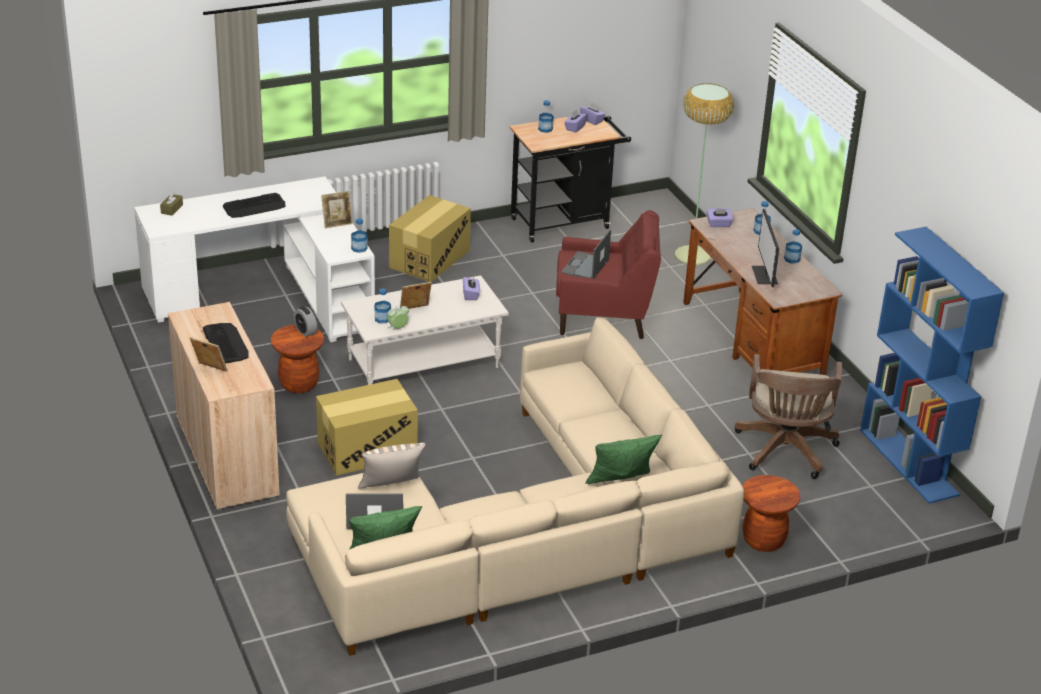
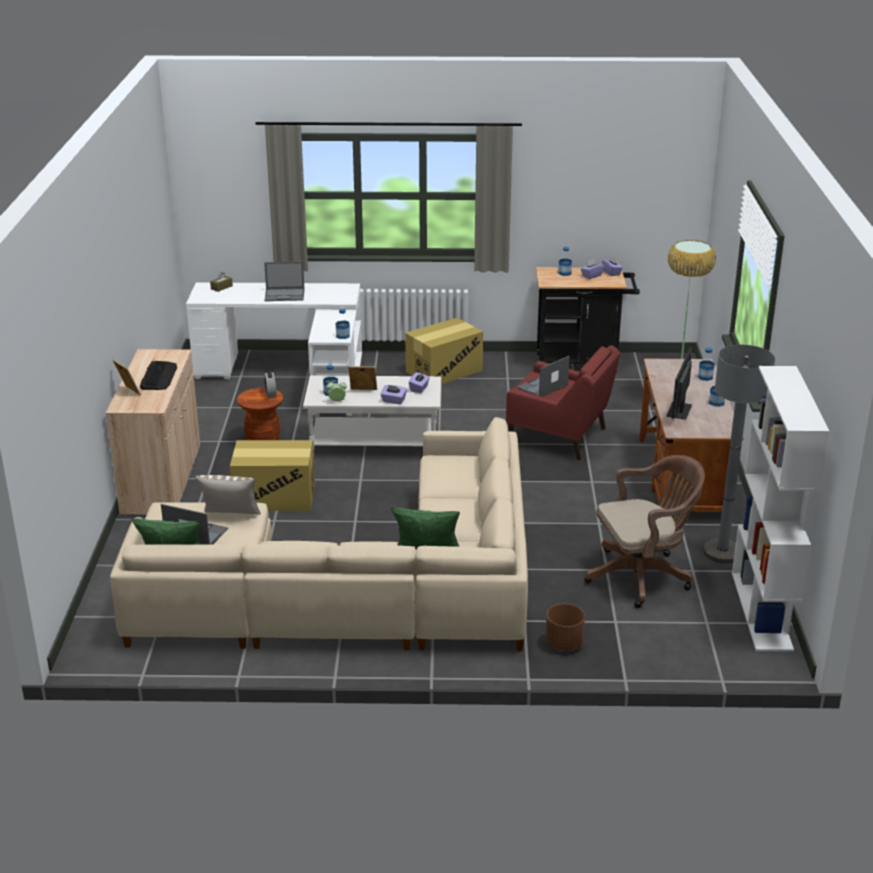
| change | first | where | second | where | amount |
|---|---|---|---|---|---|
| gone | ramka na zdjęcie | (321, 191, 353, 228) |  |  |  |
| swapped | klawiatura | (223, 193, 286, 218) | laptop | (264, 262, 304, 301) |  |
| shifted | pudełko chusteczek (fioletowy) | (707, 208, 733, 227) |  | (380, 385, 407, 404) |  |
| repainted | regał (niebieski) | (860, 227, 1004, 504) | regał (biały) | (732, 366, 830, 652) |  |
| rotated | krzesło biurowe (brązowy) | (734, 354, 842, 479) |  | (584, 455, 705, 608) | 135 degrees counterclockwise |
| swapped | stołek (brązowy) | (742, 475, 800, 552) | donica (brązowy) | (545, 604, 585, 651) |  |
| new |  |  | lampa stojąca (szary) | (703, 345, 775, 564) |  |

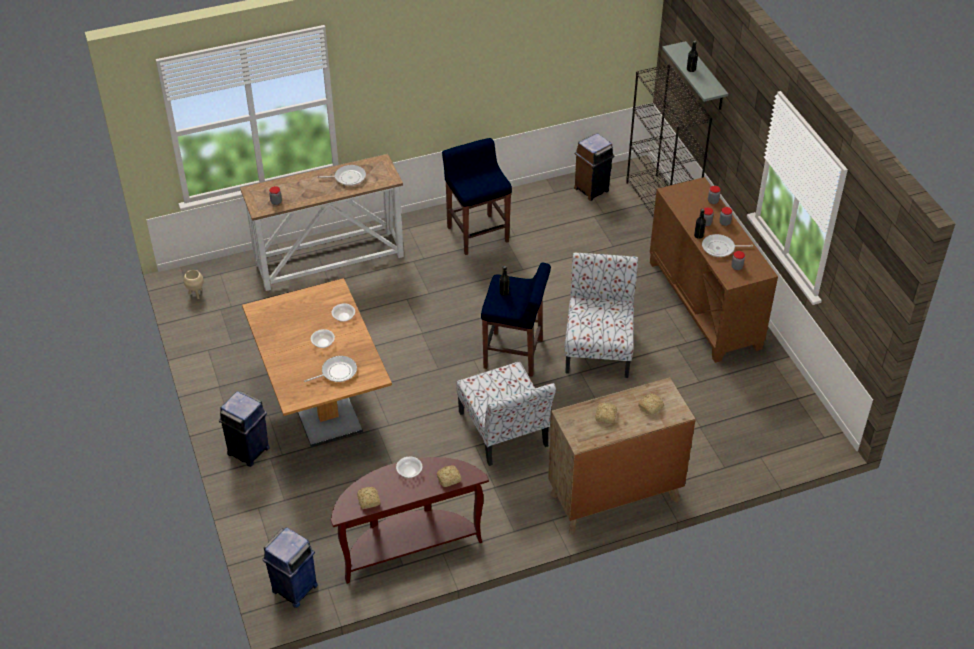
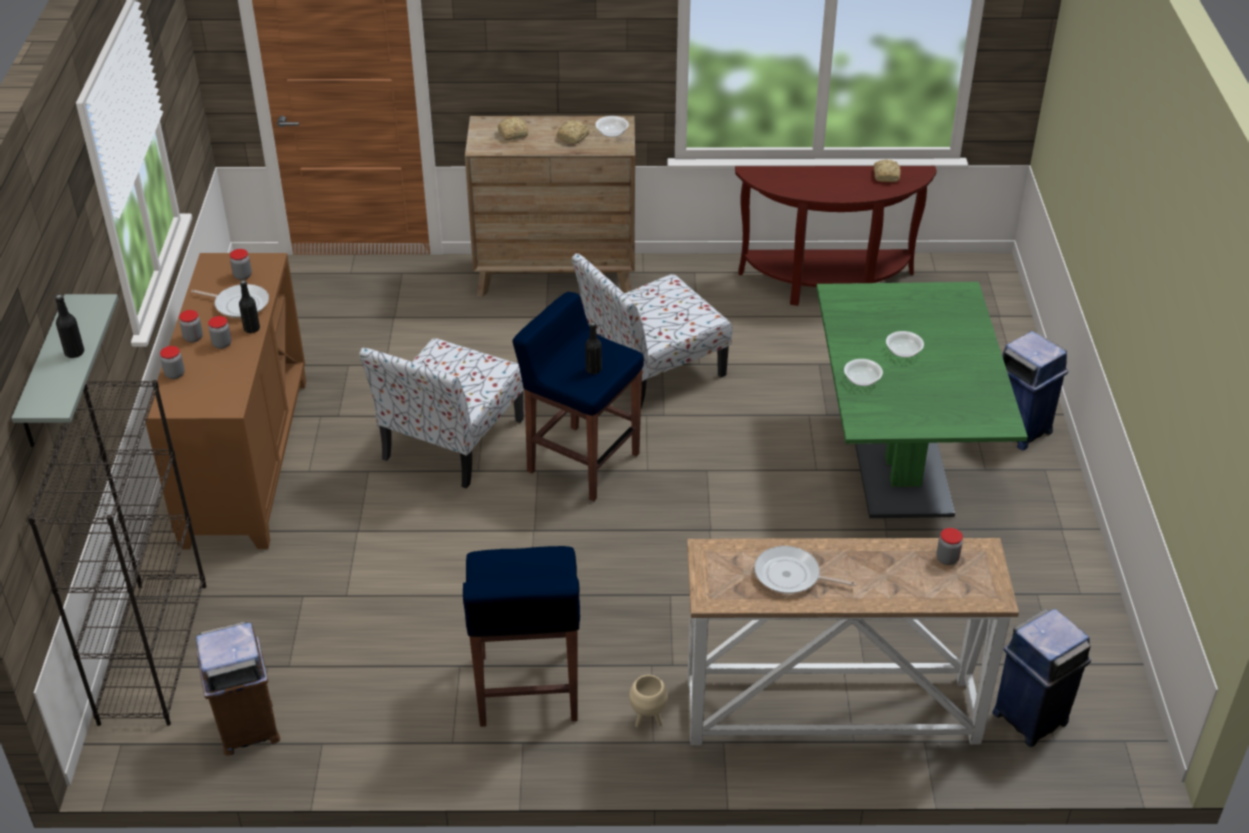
| change | first | where | second | where | amount |
|---|---|---|---|---|---|
| shifted | donica (beżowy) | (184, 270, 204, 299) |  | (629, 674, 668, 728) |  |
| repainted | stół jadalny (brązowy) | (242, 278, 392, 447) | stół jadalny (zielony) | (817, 282, 1028, 518) |  |
| gone | patelnia | (304, 356, 357, 382) |  |  |  |
| rotated | krzesło | (456, 362, 556, 466) |  | (572, 253, 733, 408) | 120 degrees counterclockwise |
| shifted | miska | (396, 457, 422, 478) |  | (595, 116, 629, 137) |  |
| gone | chleb | (437, 465, 461, 487) |  |  |  |
| shifted | kosz na śmieci (niebieski) | (262, 527, 318, 608) |  | (992, 609, 1091, 747) |  |

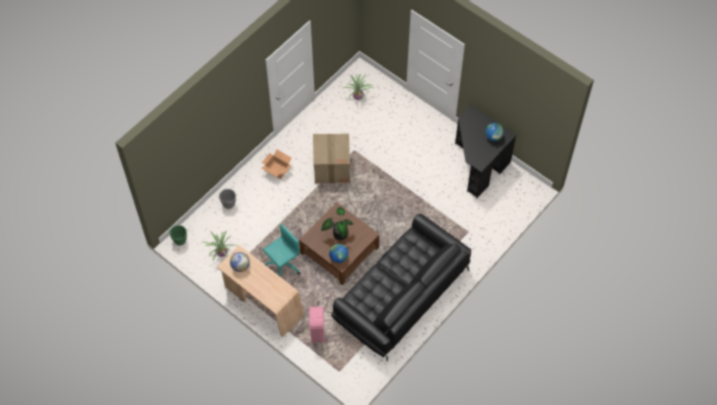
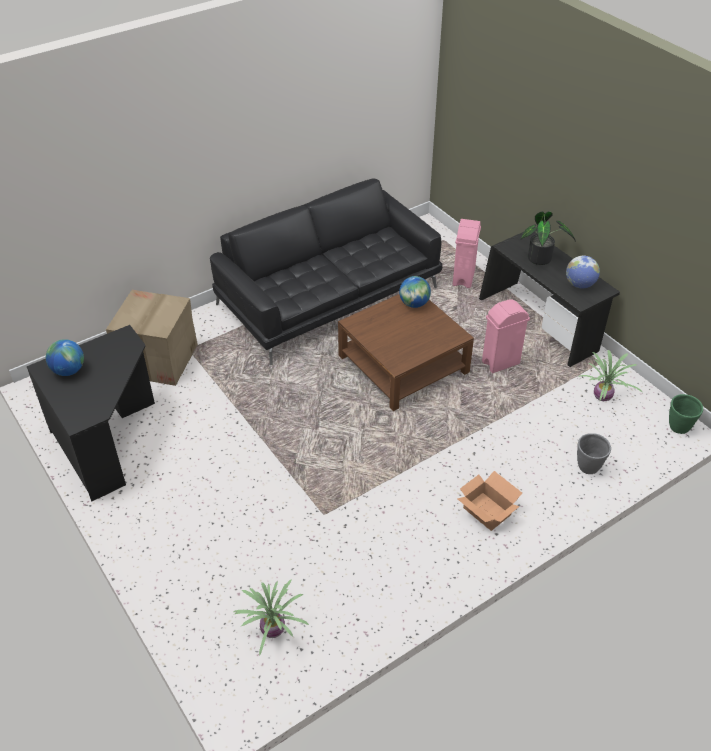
| change | first | where | second | where | amount |
|---|---|---|---|---|---|
| shifted | karton | (313, 134, 350, 184) |  | (106, 290, 198, 386) |  |
| shifted | roślina doniczkowa | (321, 207, 353, 240) |  | (521, 211, 576, 265) |  |
| swapped | krzesło biurowe (turkusowy) | (263, 224, 300, 276) | kosz na śmieci (różowy) | (482, 299, 530, 373) |  |
| repainted | biurko (beżowy) | (217, 245, 304, 337) | biurko (czarny) | (479, 232, 620, 367) |  |

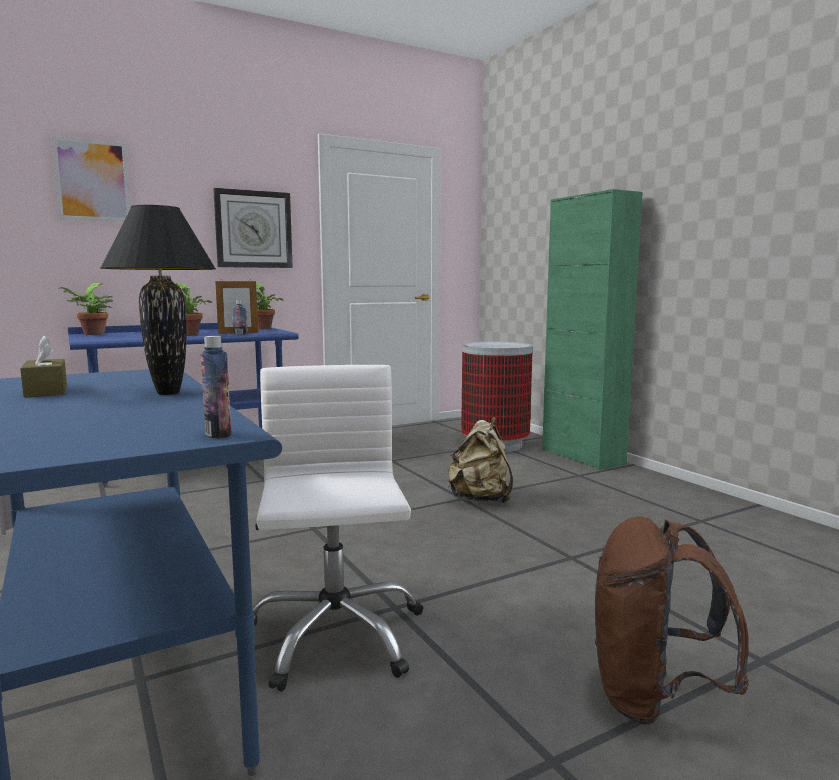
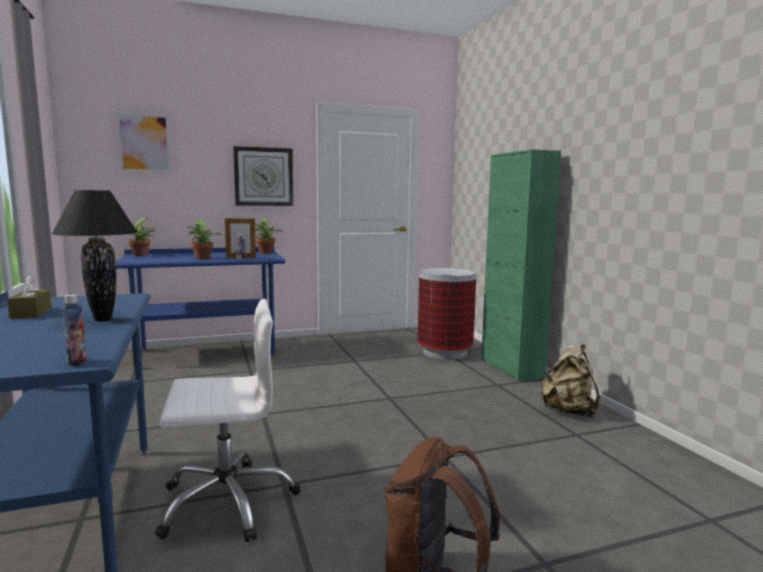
| change | first | where | second | where | amount |
|---|---|---|---|---|---|
| rotated | krzesło biurowe (biały) | (253, 365, 423, 692) |  | (155, 299, 301, 543) | 75 degrees clockwise |
| shifted | plecak (beżowy) | (448, 417, 513, 504) |  | (541, 344, 600, 418) |  |

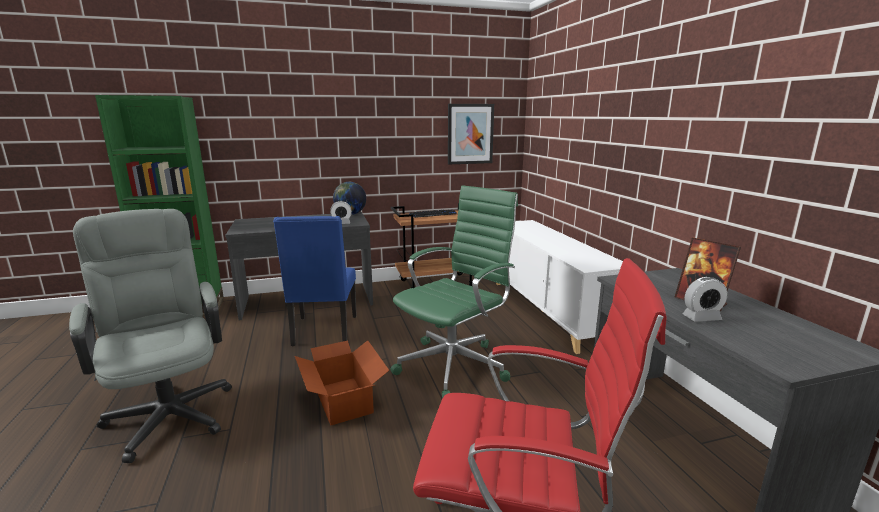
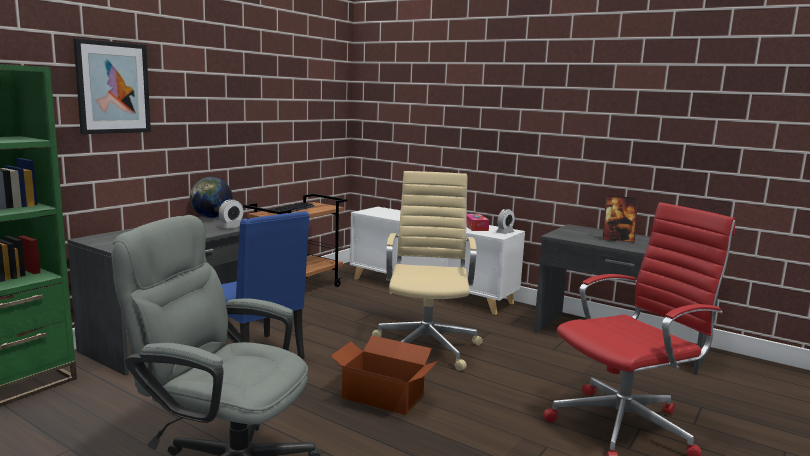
| change | first | where | second | where | amount |
|---|---|---|---|---|---|
| shifted | obraz | (448, 104, 494, 165) |  | (73, 38, 151, 134) |  |
| repainted | krzesło biurowe (zielony) | (391, 185, 518, 399) | krzesło biurowe (beżowy) | (372, 171, 483, 371) |  |
| shifted | budzik | (683, 277, 727, 322) |  | (496, 209, 515, 234) |  |
| new |  |  | pudełko chusteczek | (466, 214, 489, 231) |  |

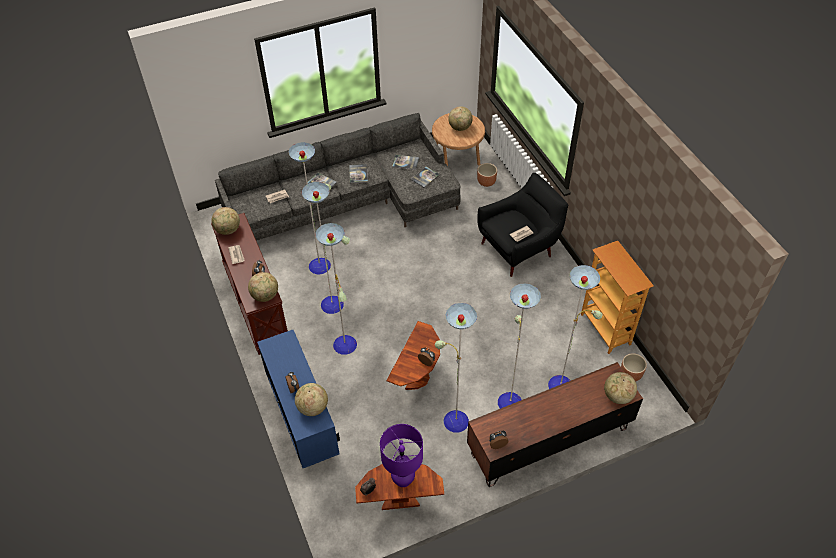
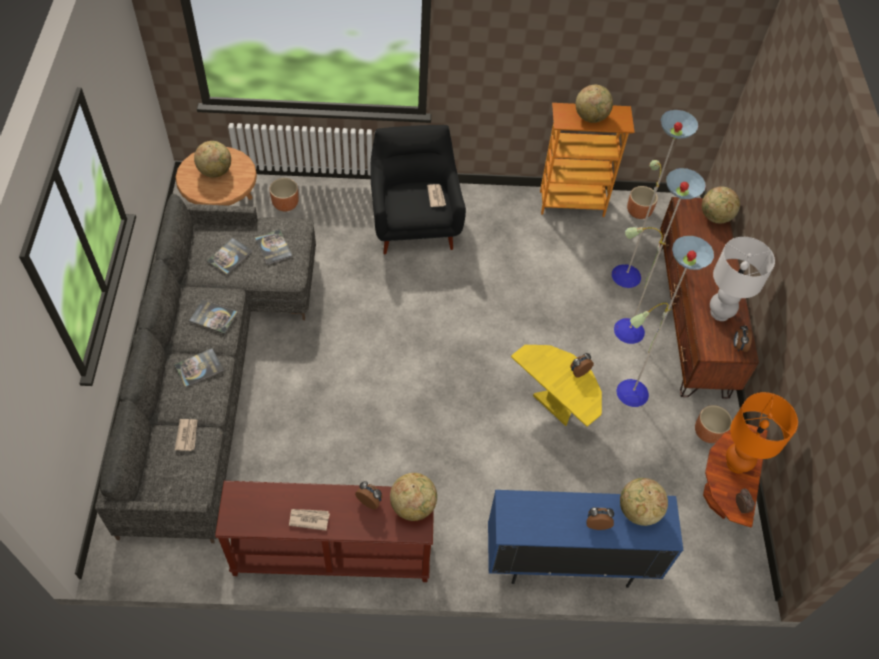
| change | first | where | second | where | amount |
|---|---|---|---|---|---|
| gone | lampa stojąca | (288, 142, 357, 355) |  |  |  |
| shifted | globus | (211, 207, 240, 235) |  | (575, 85, 613, 123) |  |
| repainted | stolik (brązowy) | (386, 321, 440, 390) | stolik (żółty) | (511, 345, 602, 427) |  |
| repainted | lampa stołowa (fioletowy) | (380, 424, 423, 487) | lampa stołowa (pomarańczowy) | (726, 392, 798, 474) |  |
| new |  |  | lampa stołowa (biały) | (710, 237, 775, 321) |  |
| new |  |  | donica (brązowy) | (695, 405, 732, 443) |  |

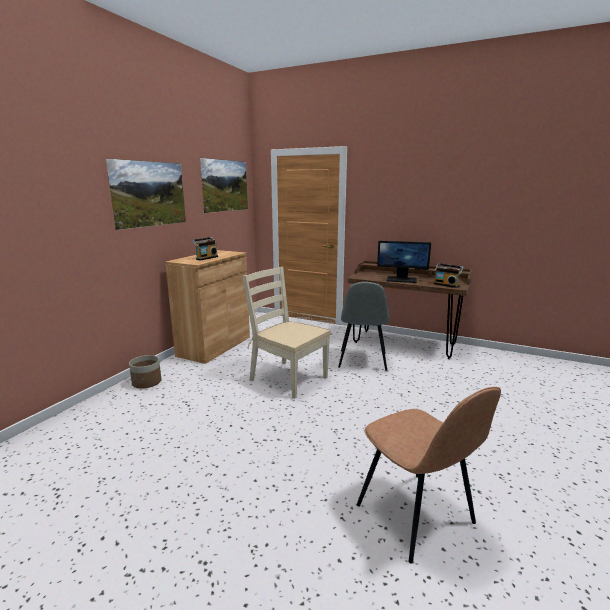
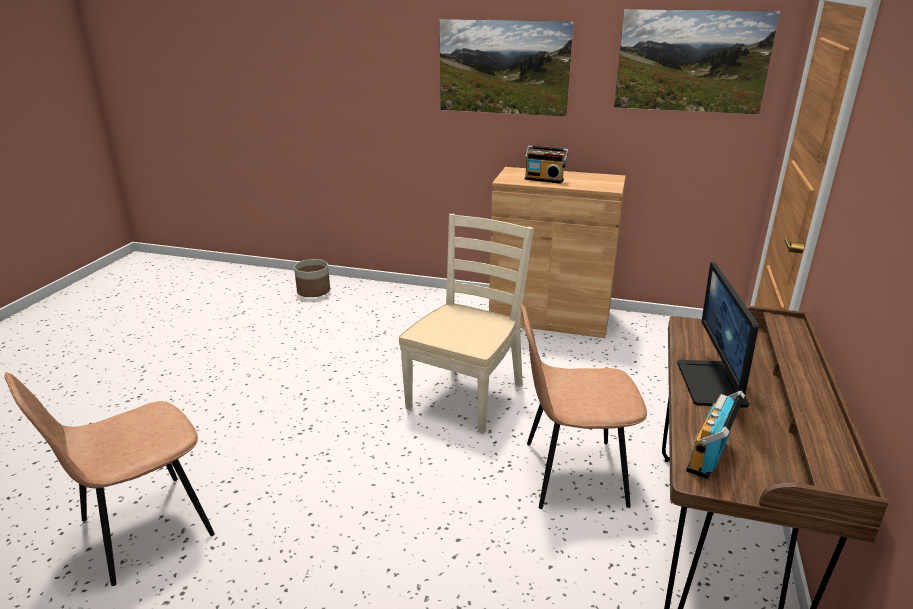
| change | first | where | second | where | amount |
|---|---|---|---|---|---|
| repainted | krzesło (szary) | (338, 282, 389, 371) | krzesło (brązowy) | (520, 304, 647, 509) |  |
| shifted | donica | (129, 355, 162, 389) |  | (294, 259, 330, 297) |  |

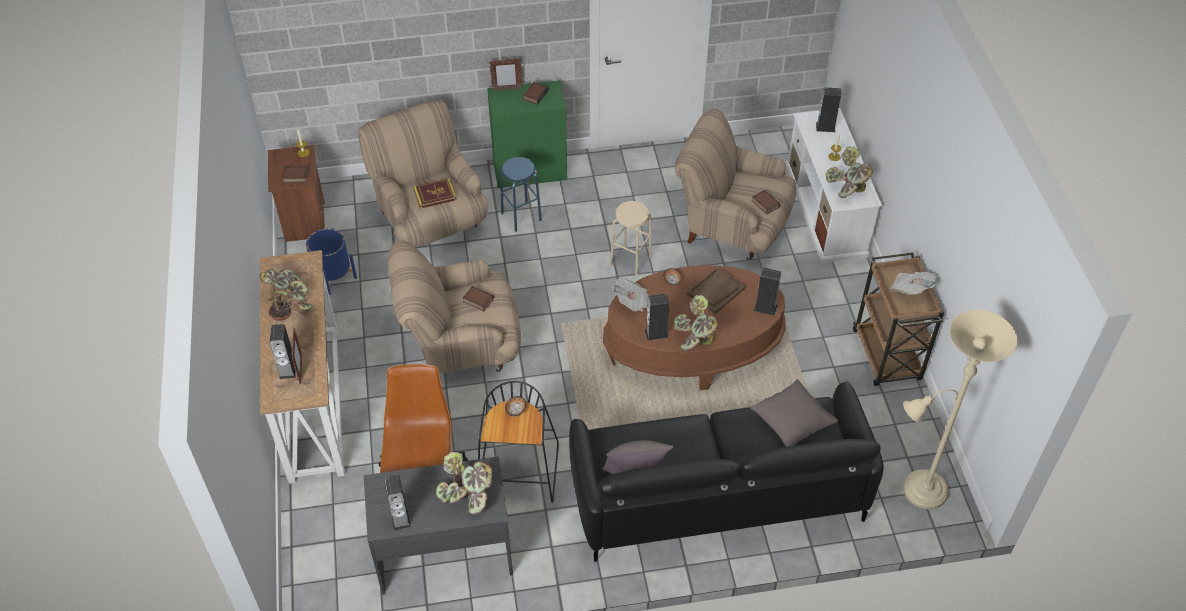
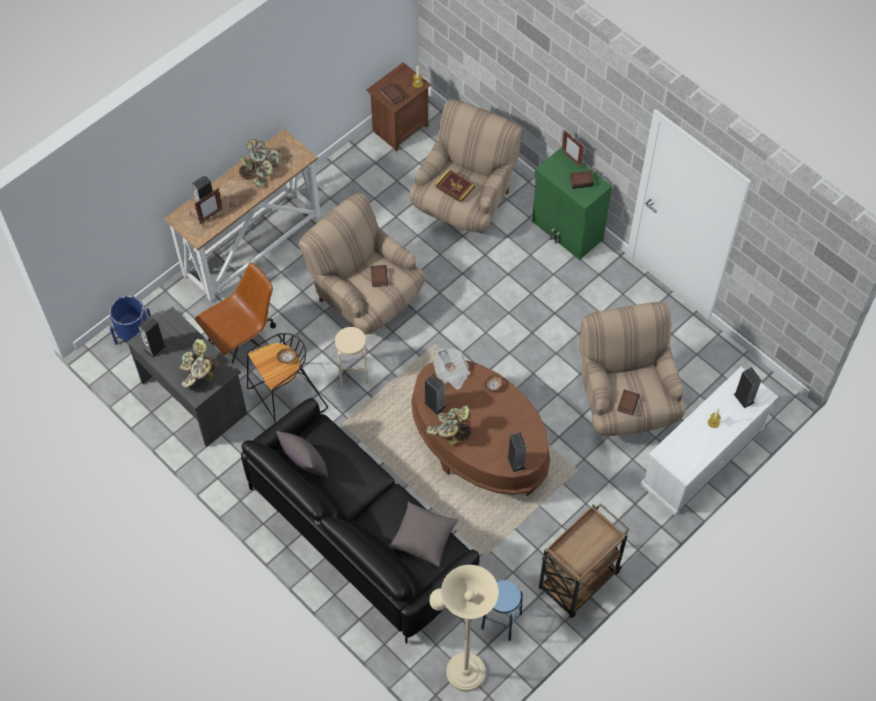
| change | first | where | second | where | amount |
|---|---|---|---|---|---|
| gone | roślina doniczkowa | (826, 146, 873, 198) |  |  |  |
| shifted | stołek (niebieski) | (500, 157, 542, 232) |  | (481, 580, 523, 641) |  |
| shifted | stołek (beżowy) | (610, 201, 651, 277) |  | (335, 327, 369, 386) |  |
| shifted | donica (niebieski) | (306, 228, 357, 295) |  | (109, 296, 151, 345) |  |
| gone | taca (brązowy) | (687, 267, 746, 314) |  |  |  |
| gone | gazeta | (890, 271, 937, 295) |  |  |  |

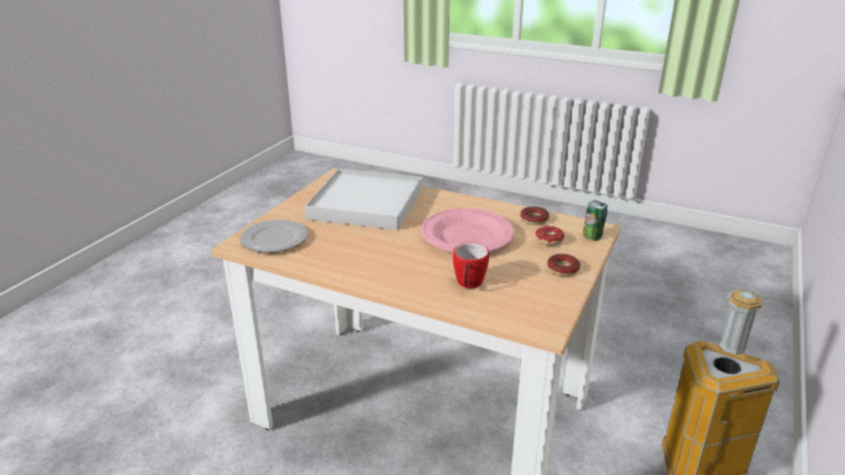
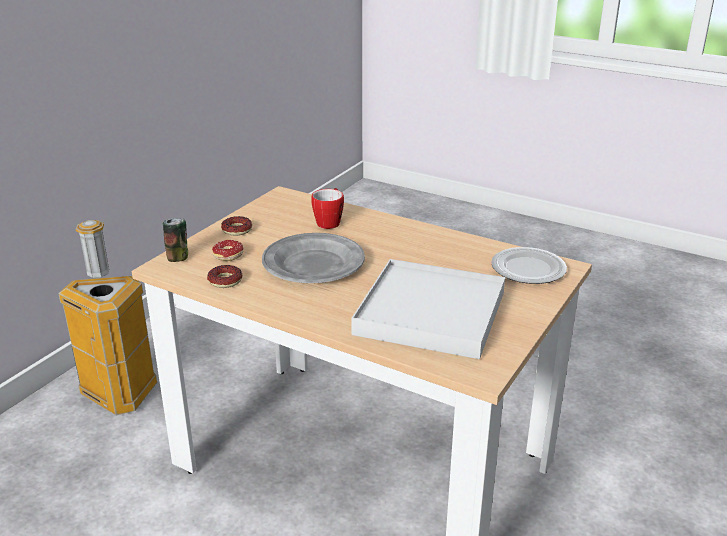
| change | first | where | second | where | amount |
|---|---|---|---|---|---|
| repainted | talerz (różowy) | (422, 208, 515, 252) | talerz (szary) | (262, 233, 365, 283) |  |

